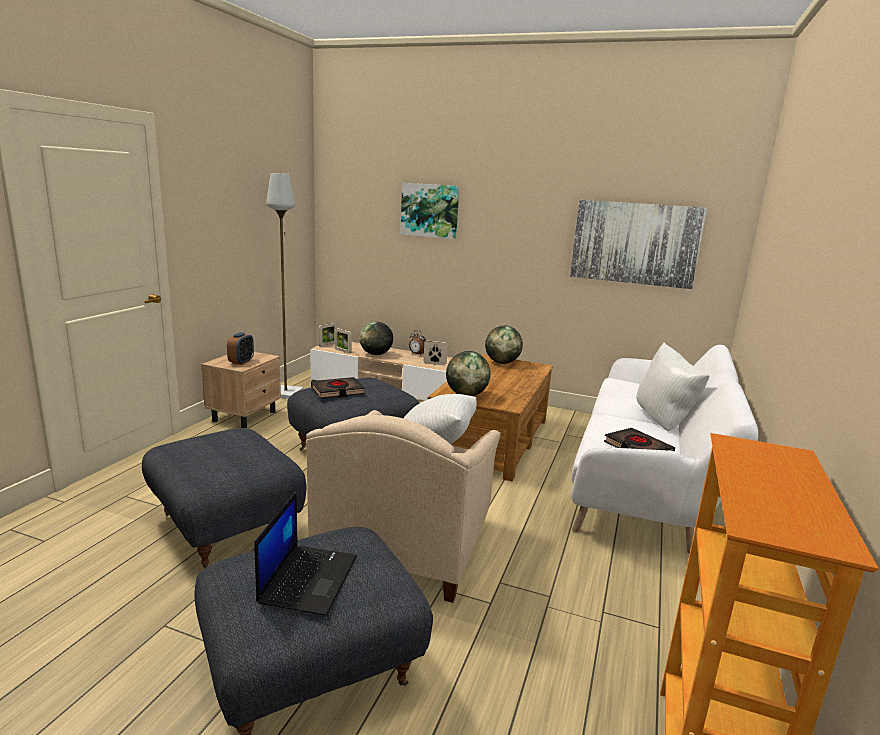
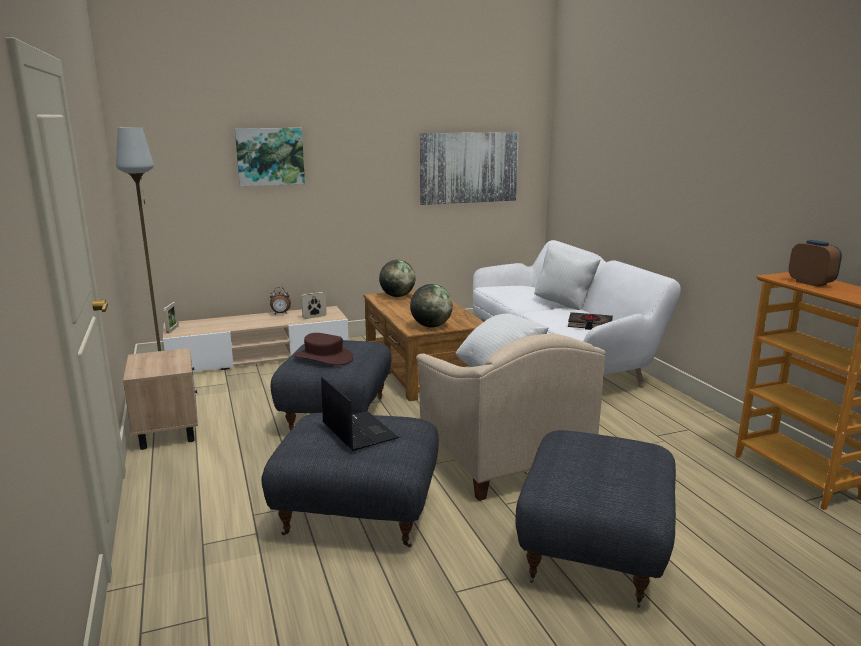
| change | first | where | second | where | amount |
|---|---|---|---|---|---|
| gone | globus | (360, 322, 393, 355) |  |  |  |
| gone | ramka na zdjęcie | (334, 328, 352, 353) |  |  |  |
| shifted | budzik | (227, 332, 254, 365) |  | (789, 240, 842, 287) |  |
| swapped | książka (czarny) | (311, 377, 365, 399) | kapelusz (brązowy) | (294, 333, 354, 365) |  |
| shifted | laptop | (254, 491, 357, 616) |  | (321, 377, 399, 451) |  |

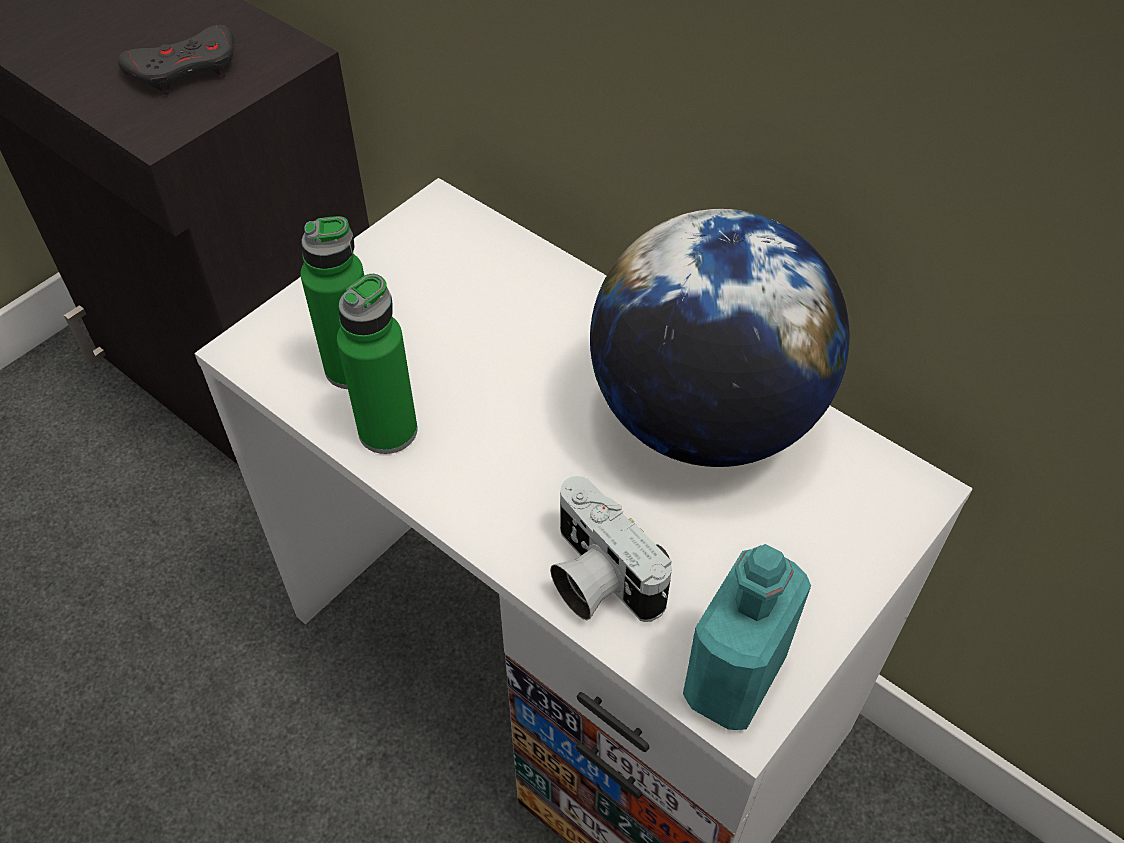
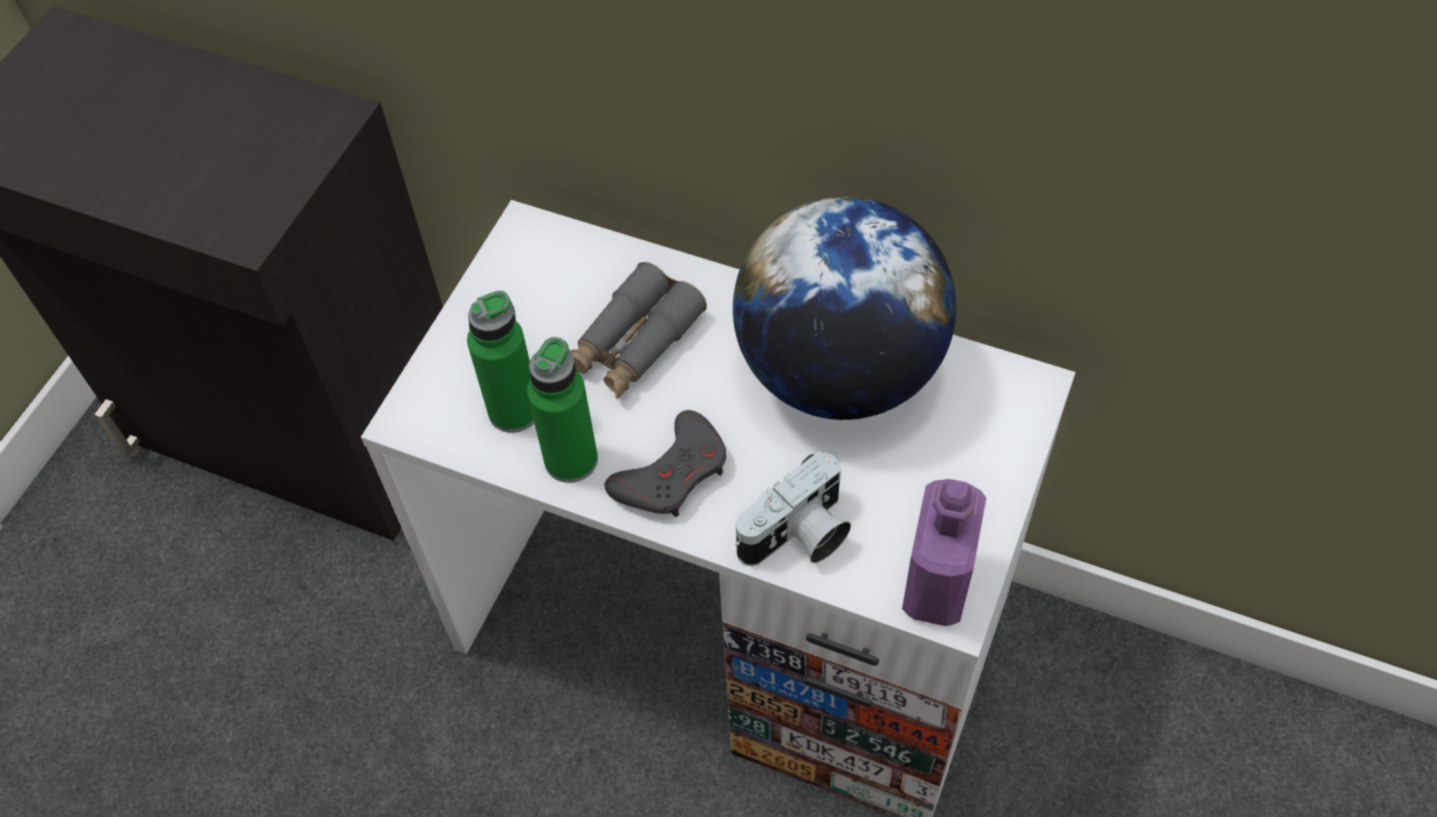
| change | first | where | second | where | amount |
|---|---|---|---|---|---|
| shifted | pad do gier (szary) | (118, 25, 234, 95) |  | (604, 410, 727, 517) |  |
| rotated | aparat fotograficzny | (550, 476, 672, 622) |  | (735, 451, 851, 566) | 75 degrees counterclockwise |
| repainted | butelka (turkusowy) | (683, 544, 811, 730) | butelka (fioletowy) | (902, 479, 986, 626) |  |
| new |  |  | lornetka (szary) | (571, 262, 707, 399) |  |

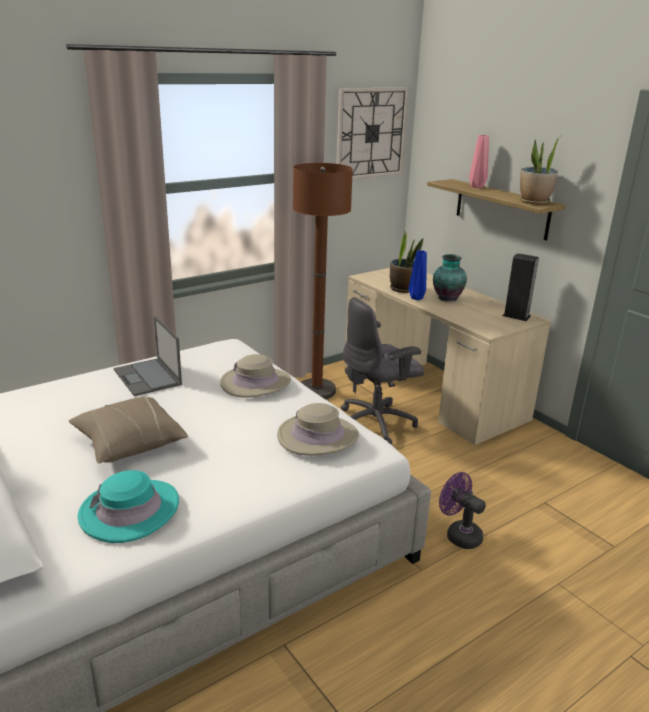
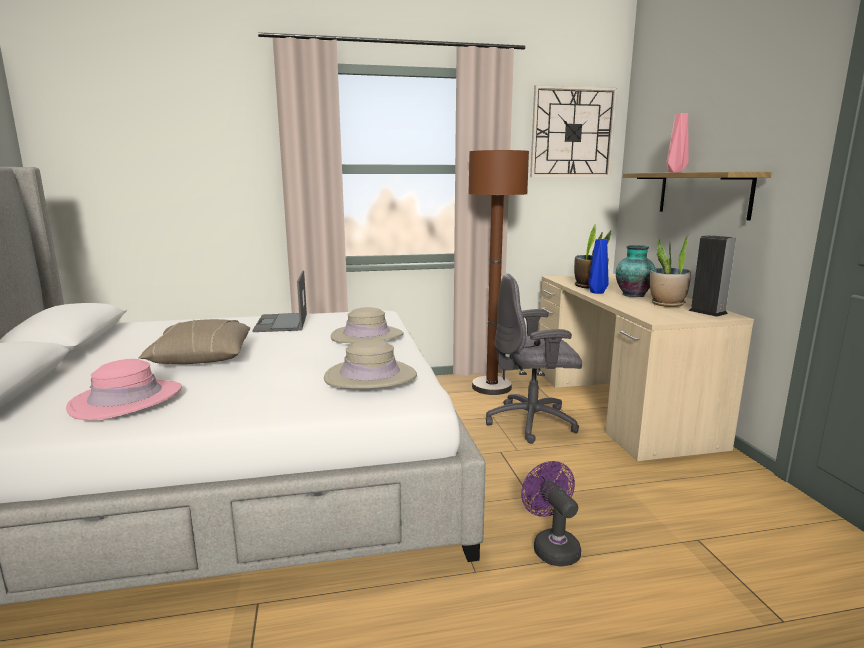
| change | first | where | second | where | amount |
|---|---|---|---|---|---|
| shifted | roślina doniczkowa | (520, 136, 560, 204) |  | (650, 235, 691, 307) |  |
| repainted | kapelusz (turkusowy) | (78, 470, 179, 543) | kapelusz (różowy) | (66, 359, 182, 420) |  |

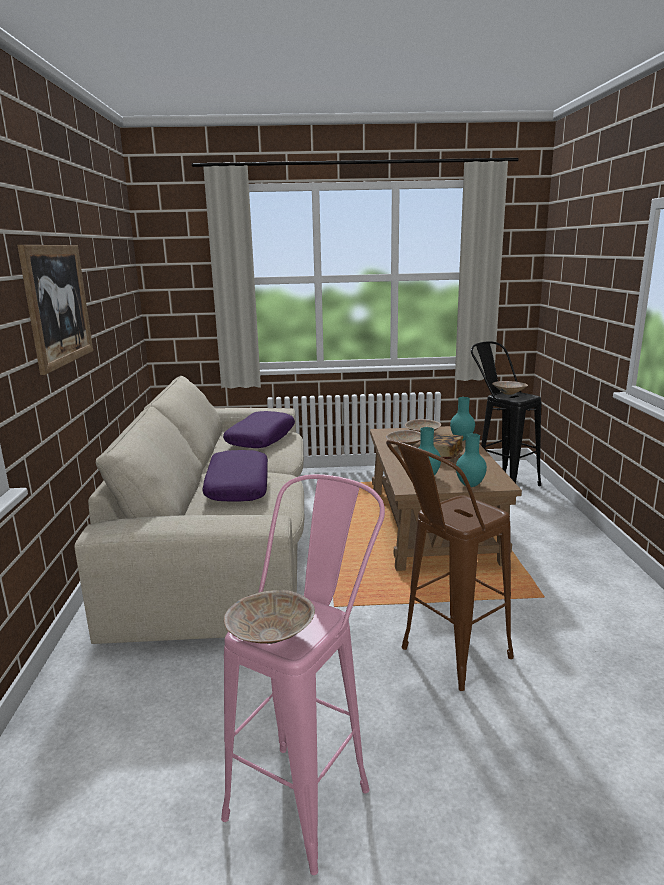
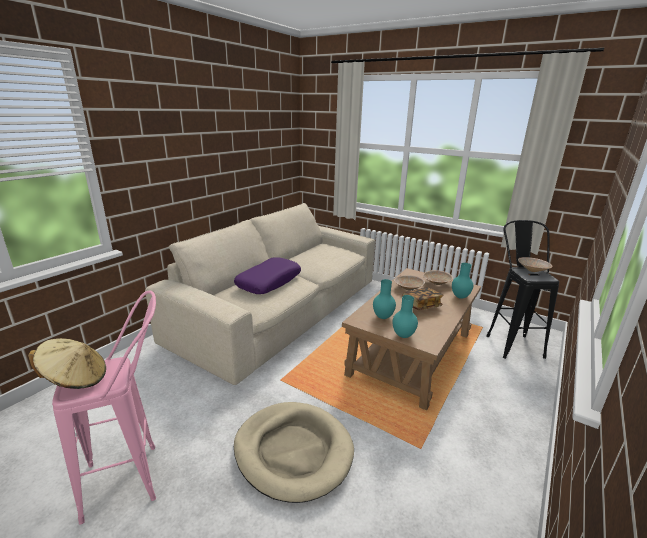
| change | first | where | second | where | amount |
|---|---|---|---|---|---|
| gone | obraz | (17, 245, 93, 375) |  |  |  |
| gone | poduszka (fioletowy) | (223, 411, 295, 448) |  |  |  |
| swapped | stołek (brązowy) | (386, 440, 514, 691) | legowisko (beżowy) | (234, 402, 354, 503) |  |
| swapped | miska (beżowy) | (224, 590, 315, 644) | kapelusz (beżowy) | (28, 338, 106, 389) |  |

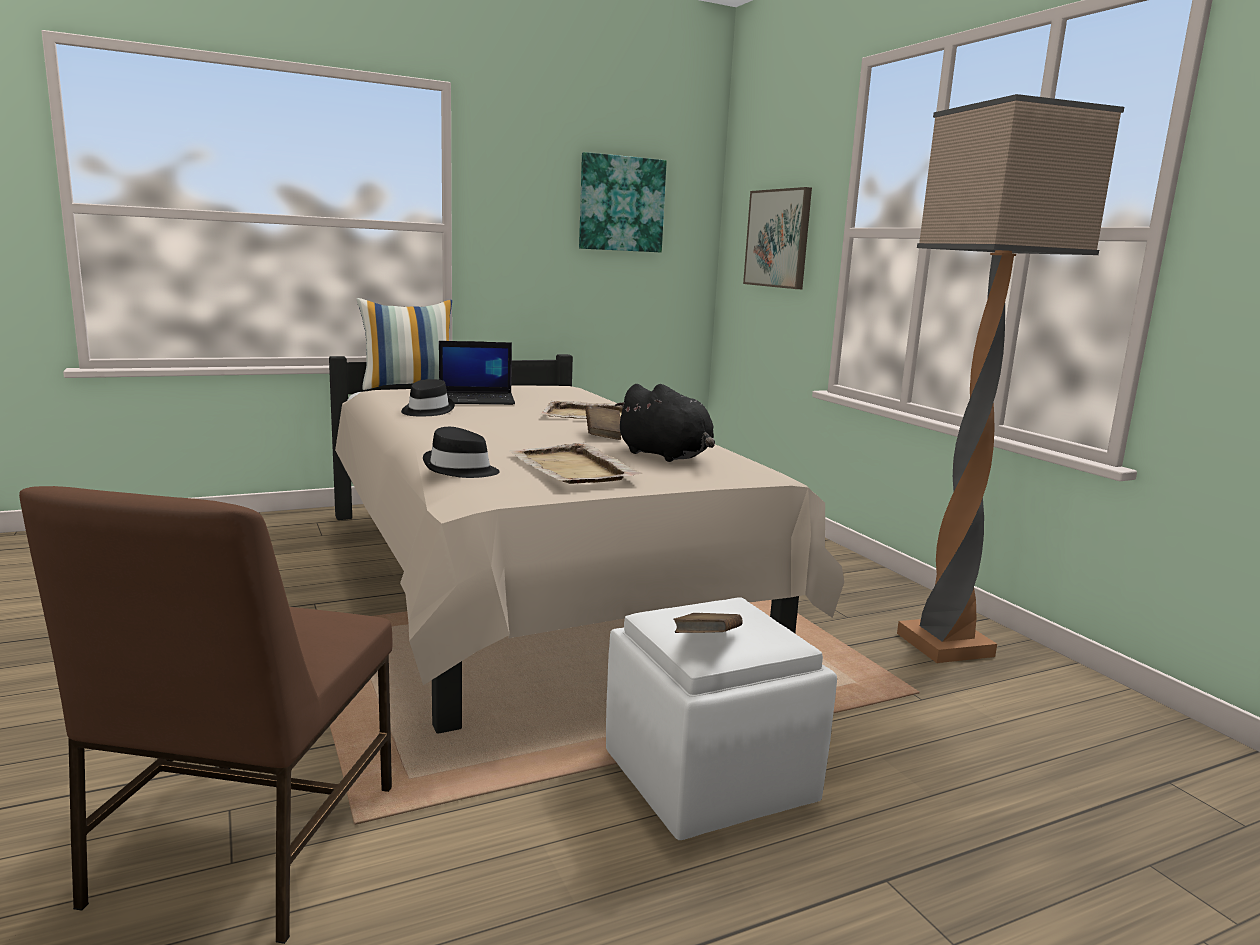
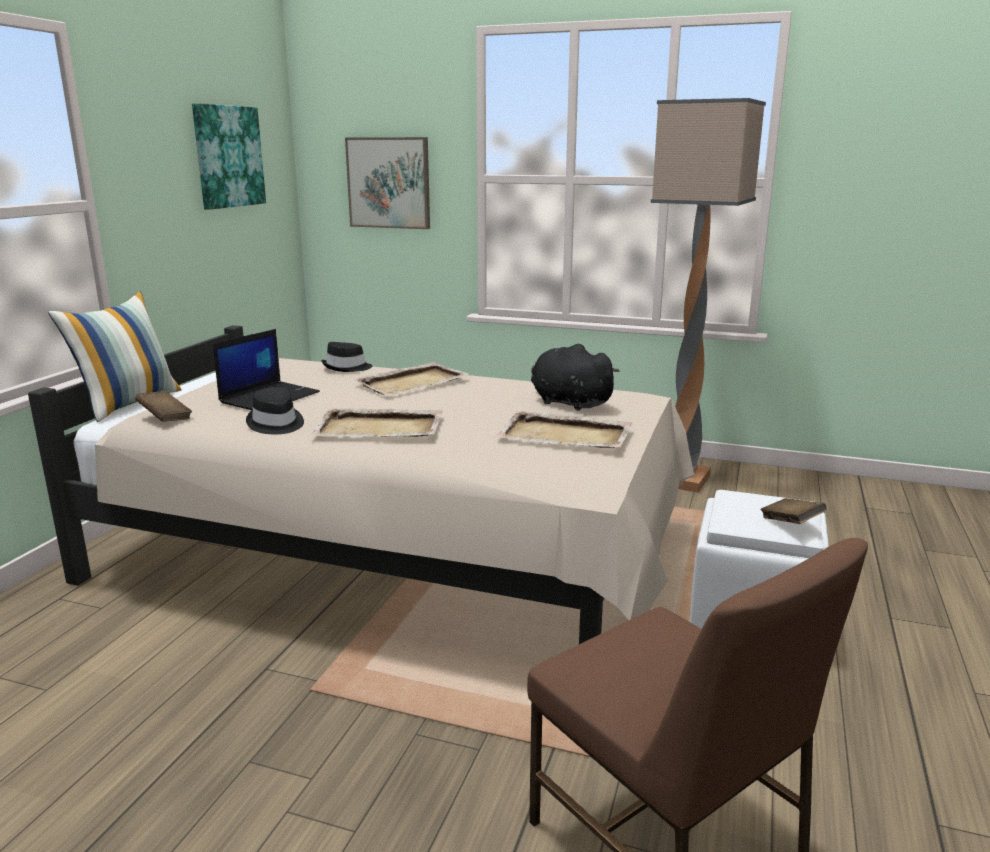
| change | first | where | second | where | amount |
|---|---|---|---|---|---|
| rotated | pluszak (czarny) | (614, 384, 715, 462) |  | (531, 344, 620, 411) | 135 degrees counterclockwise |
| shifted | książka (brązowy) | (585, 405, 621, 440) |  | (135, 391, 192, 422) |  |
| shifted | kapelusz (czarny) | (423, 427, 500, 478) |  | (321, 342, 372, 372) |  |
| new |  |  | taca (beżowy) | (310, 408, 443, 437) |  |

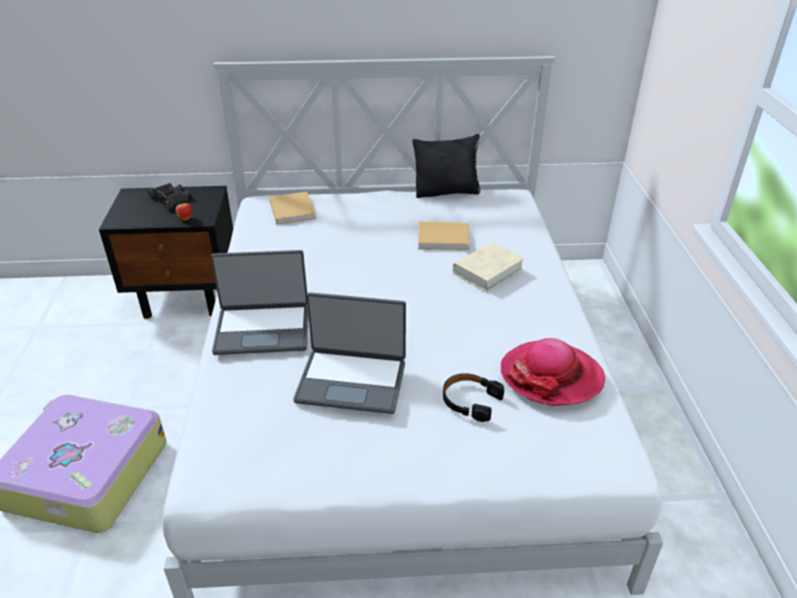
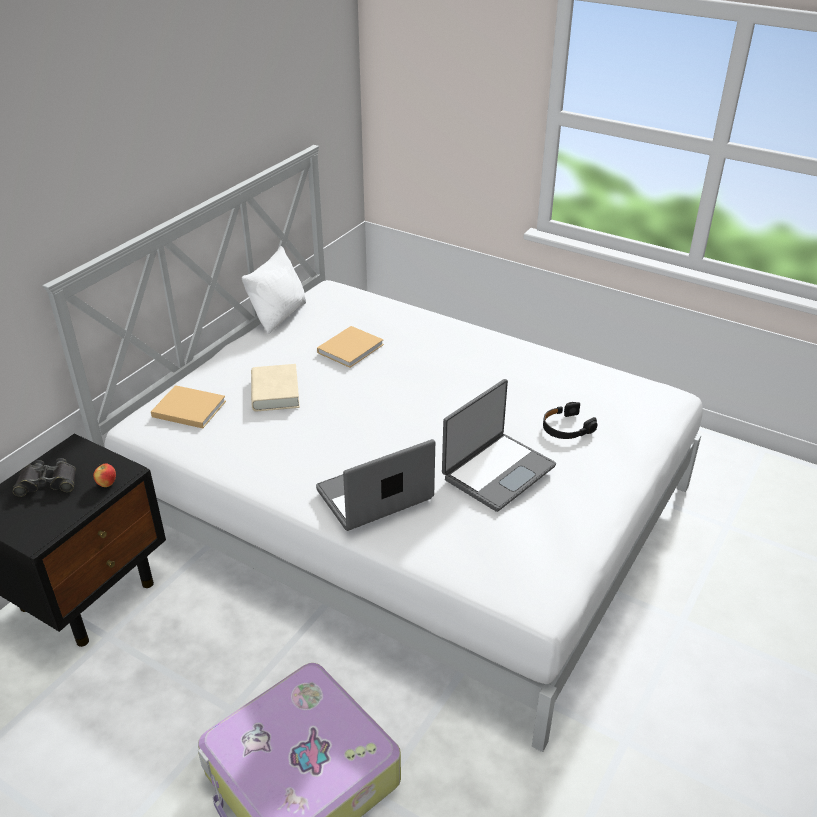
| change | first | where | second | where | amount |
|---|---|---|---|---|---|
| repainted | poduszka (czarny) | (412, 134, 481, 198) | poduszka (biały) | (242, 246, 306, 334) |  |
| shifted | książka (beżowy) | (453, 243, 524, 292) |  | (251, 364, 300, 411) |  |
| rotated | laptop | (211, 250, 308, 355) |  | (316, 439, 435, 531) | 150 degrees counterclockwise |
| gone | kapelusz | (501, 338, 605, 407) |  |  |  |

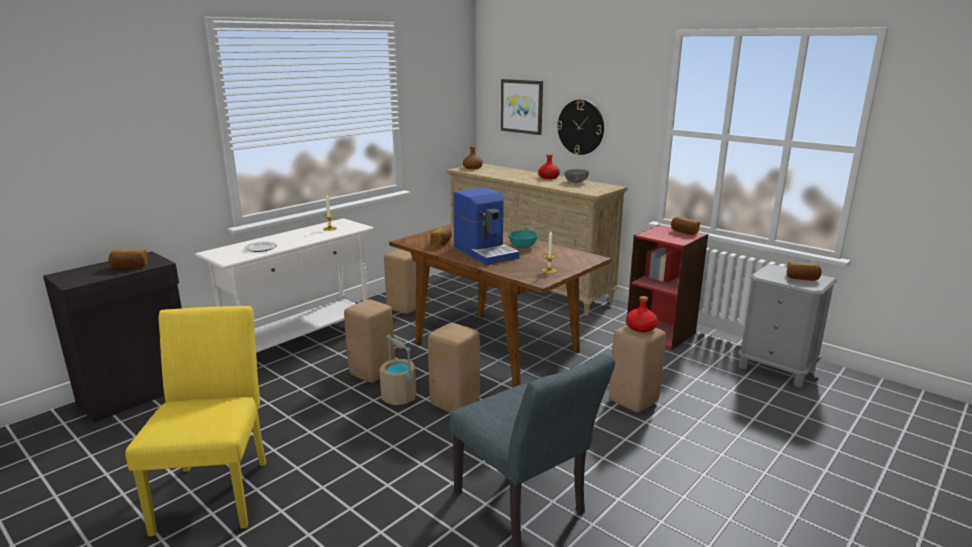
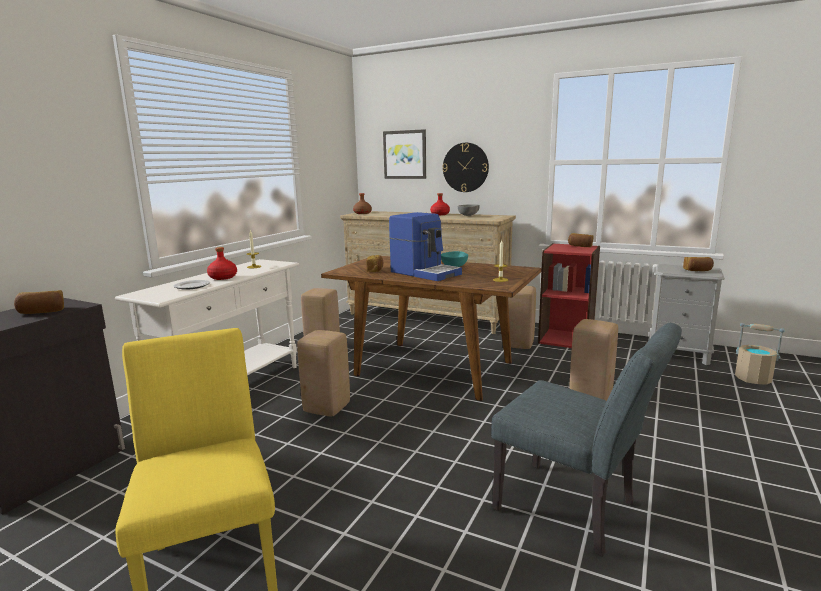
| change | first | where | second | where | amount |
|---|---|---|---|---|---|
| shifted | butelka (czerwony) | (626, 296, 658, 332) |  | (207, 247, 237, 280) |  |
| shifted | stołek (beżowy) | (428, 323, 480, 412) |  | (508, 286, 536, 349) |  |
| shifted | wiadro (beżowy) | (380, 335, 416, 405) |  | (735, 323, 785, 385) |  |

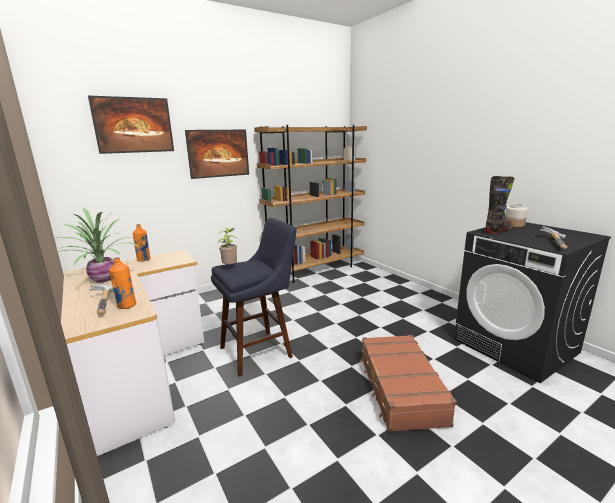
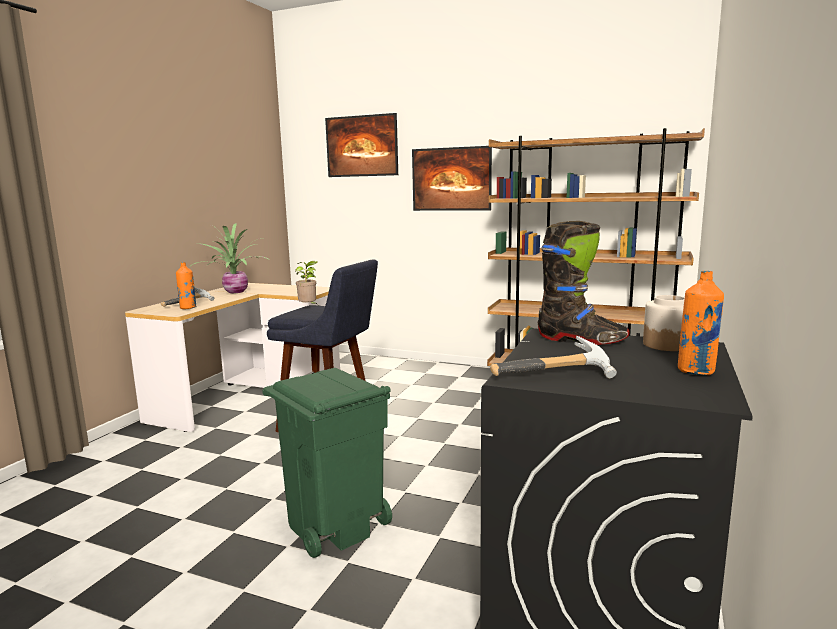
| change | first | where | second | where | amount |
|---|---|---|---|---|---|
| shifted | butelka (pomarańczowy) | (133, 224, 150, 262) |  | (678, 271, 724, 375) |  |
| swapped | walizka (brązowy) | (360, 335, 457, 432) | kosz na śmieci (zielony) | (262, 368, 392, 558) |  |

